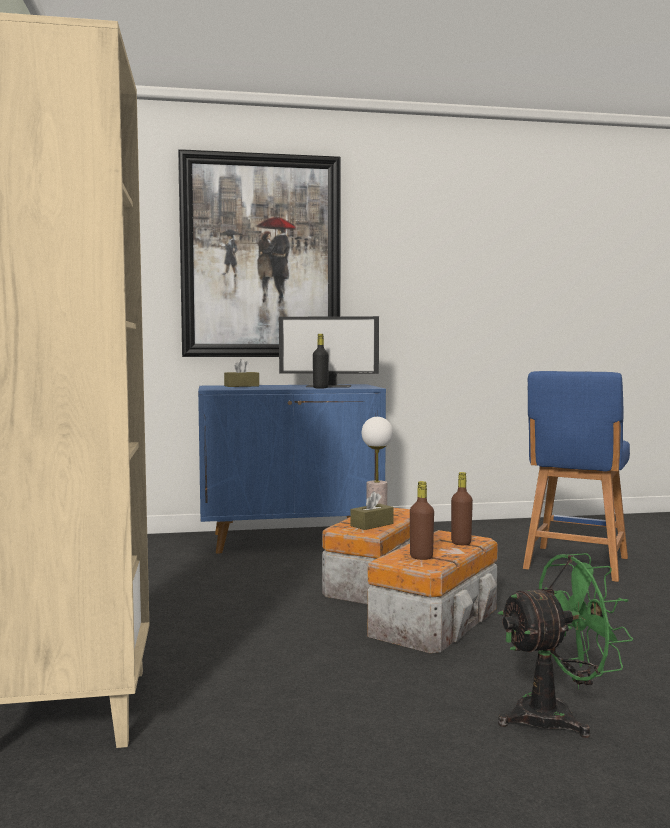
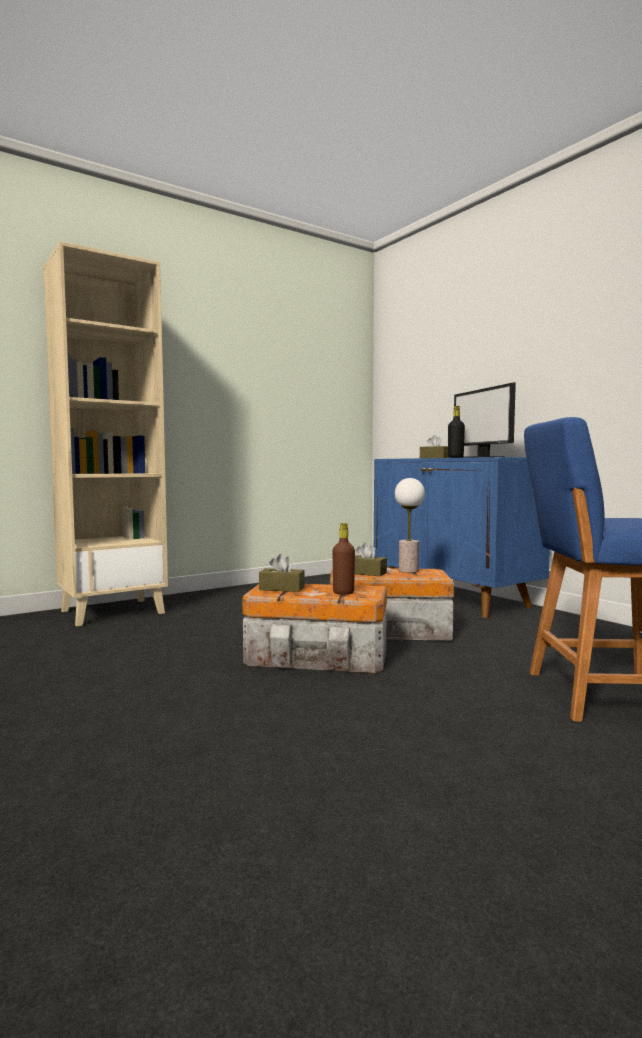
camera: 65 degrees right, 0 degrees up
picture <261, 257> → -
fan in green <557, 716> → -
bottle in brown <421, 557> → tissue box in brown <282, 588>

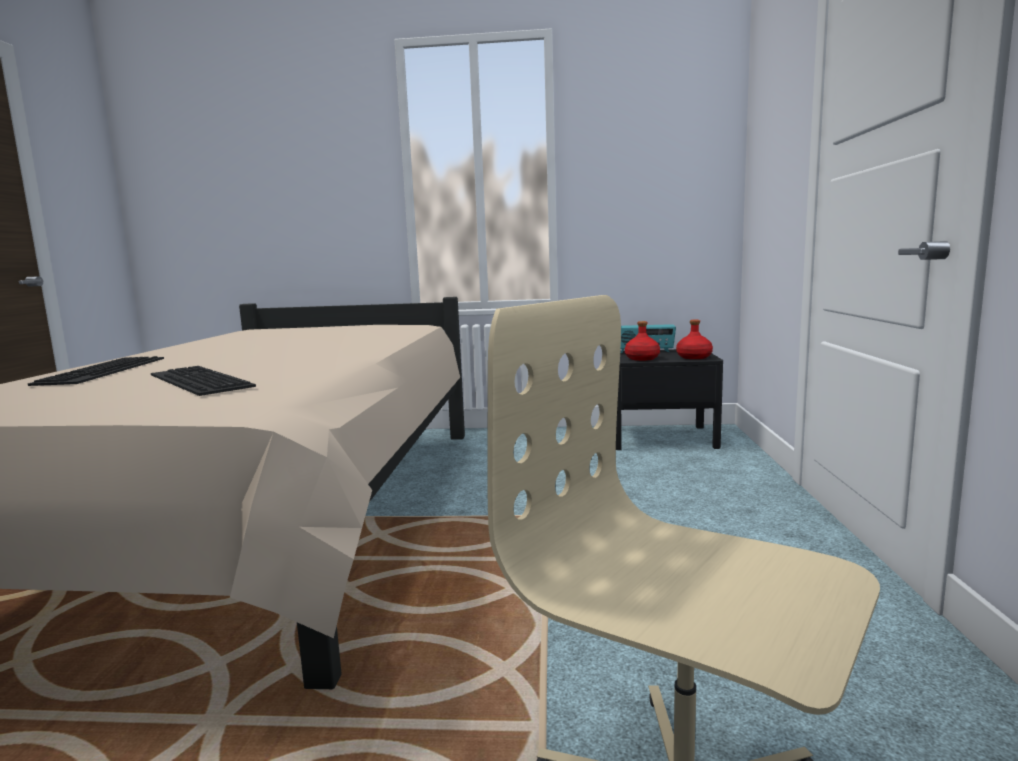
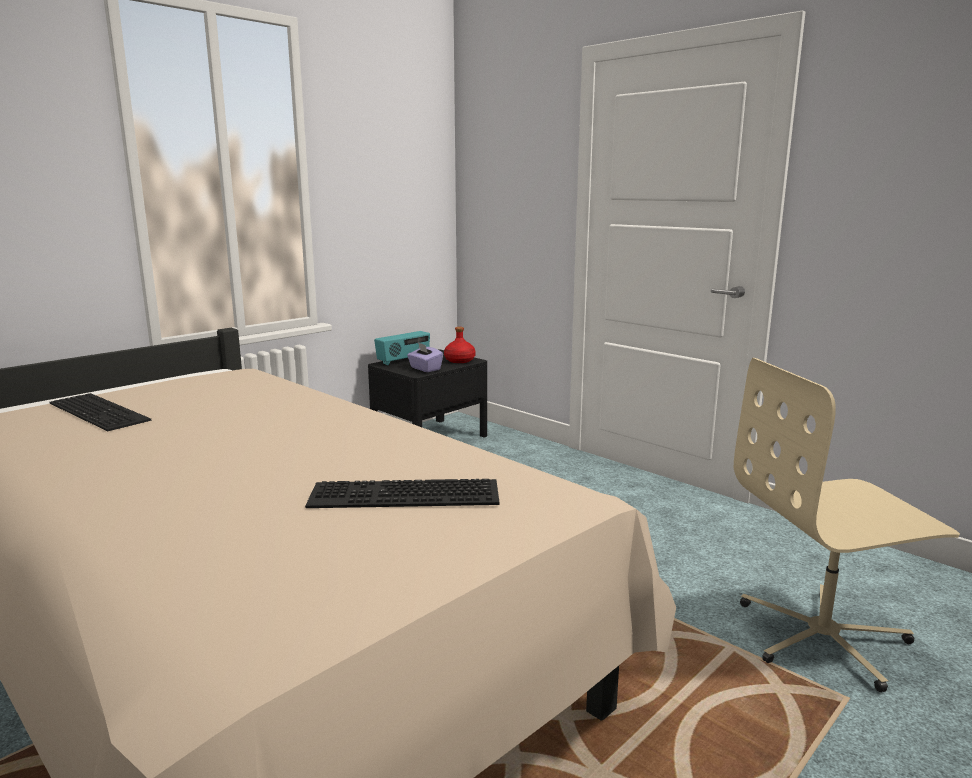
camera: 50 degrees left, 5 degrees up
keyboard <105, 371> → keyboard <102, 411>, relocated
bottle in red <642, 358> → tissue box in purple <425, 369>

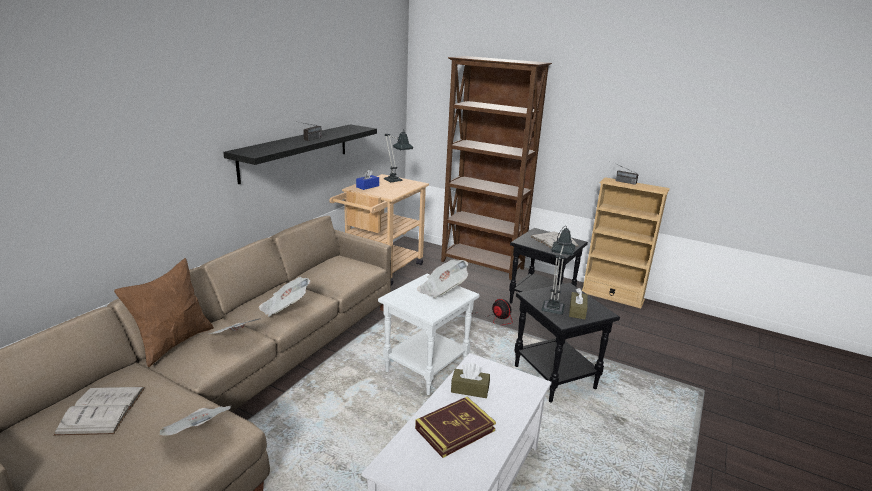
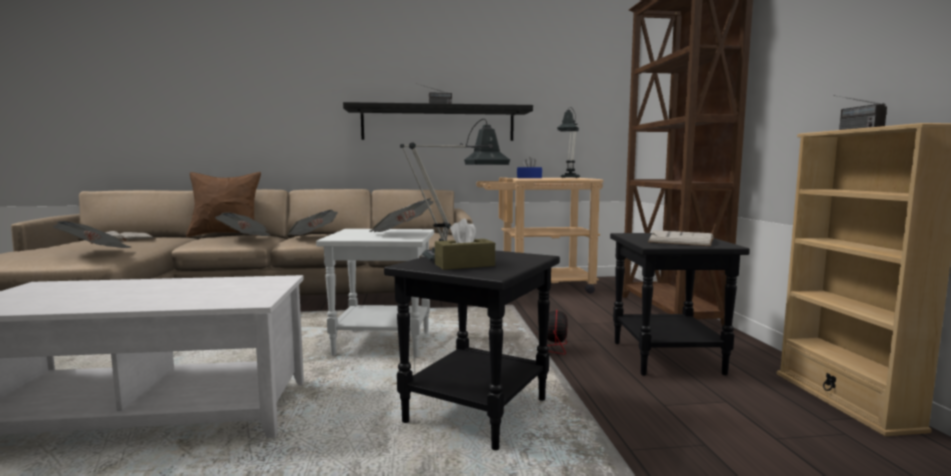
camera: 55 degrees right, 15 degrees down
book <455, 429> → -
tissue box in brown <470, 389> → -

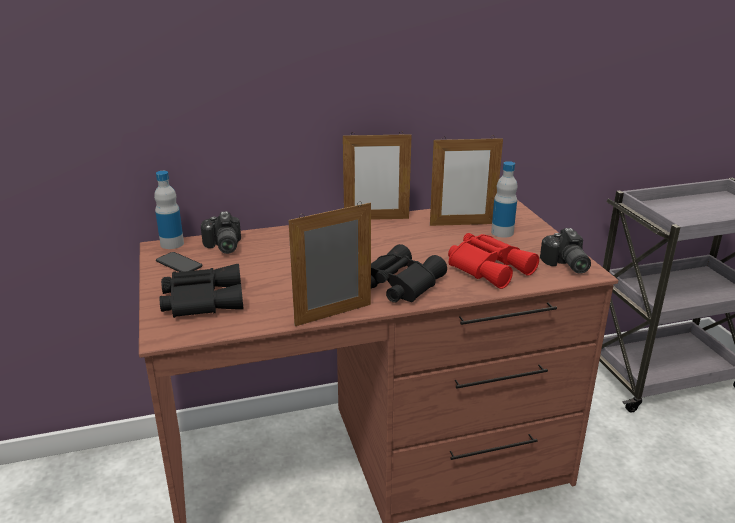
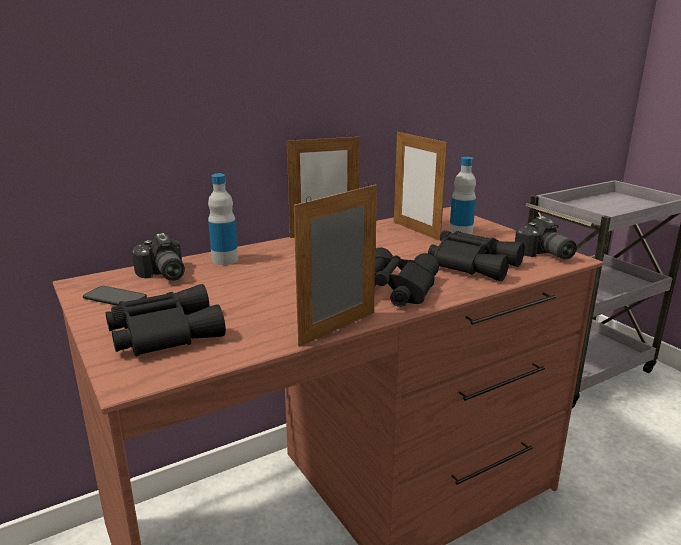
camera: 15 degrees left, 5 degrees down
bottle <172, 244> → bottle <225, 260>, relocated
binoculars in red <489, 267> → binoculars in black <473, 264>
picture frame <462, 224> → picture frame <416, 231>, 75 degrees clockwise

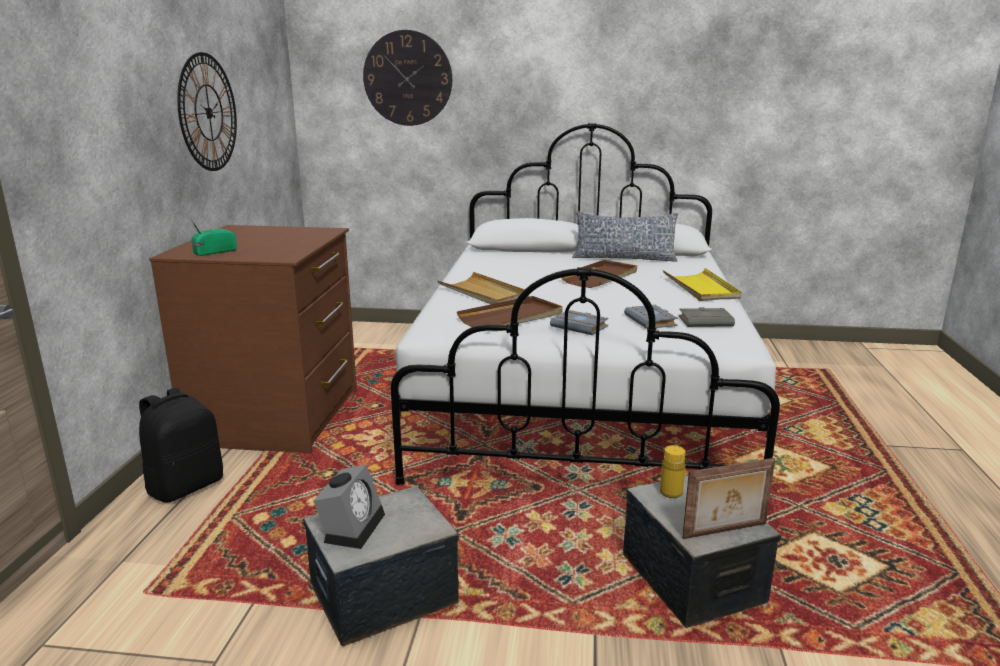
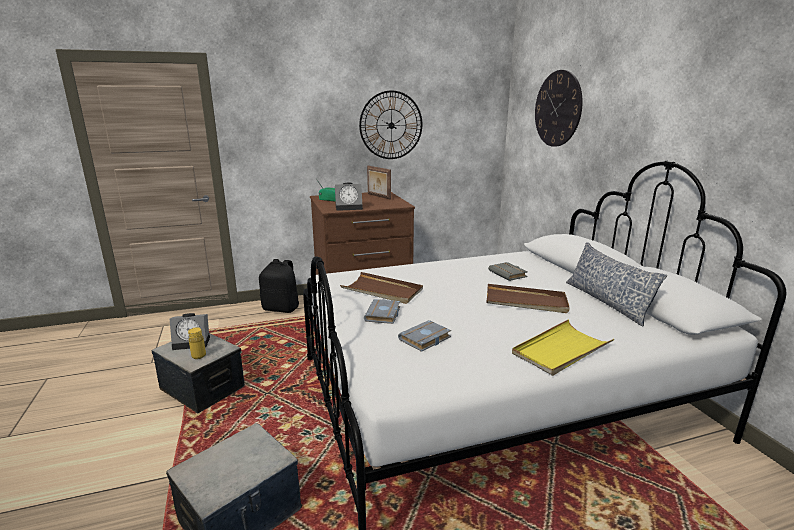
camera: 65 degrees right, 0 degrees up
tray in beige <483, 293> → -
- → alarm clock <349, 207>
bottle in yellow <671, 492> → bottle in yellow <199, 356>, relocated
book in grey <706, 321> → book in grey <508, 274>, relocated
picture frame <725, 531> → picture frame <378, 196>, relocated

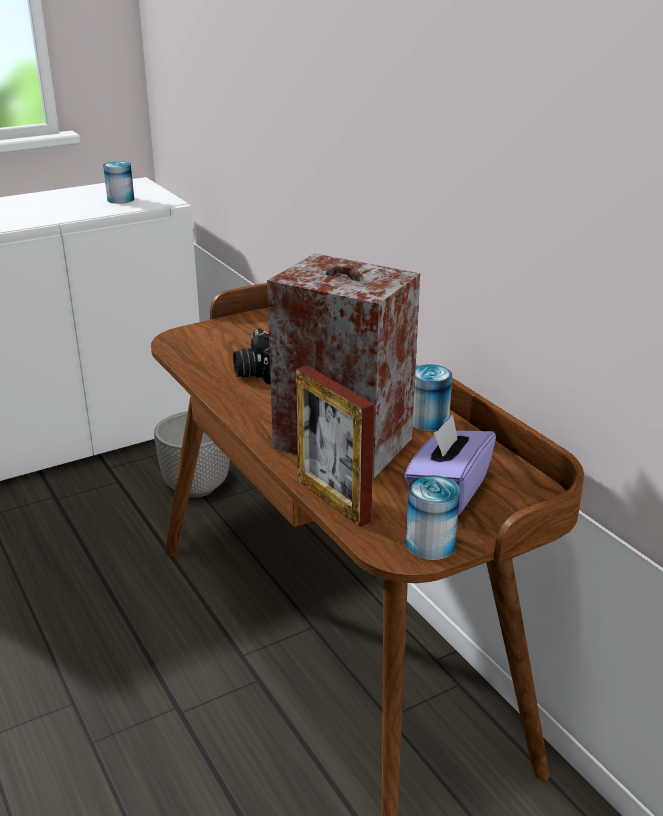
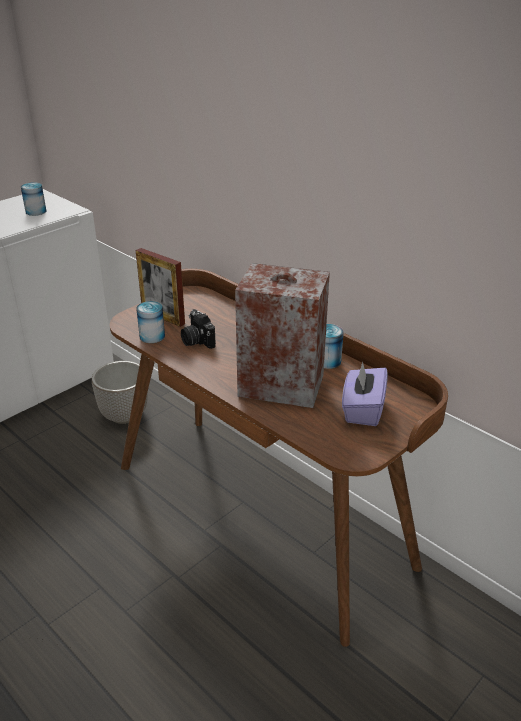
camera: 15 degrees left, 5 degrees up
picture frame <333, 500> → picture frame <163, 317>, relocated
can <430, 544> → can <152, 336>, relocated

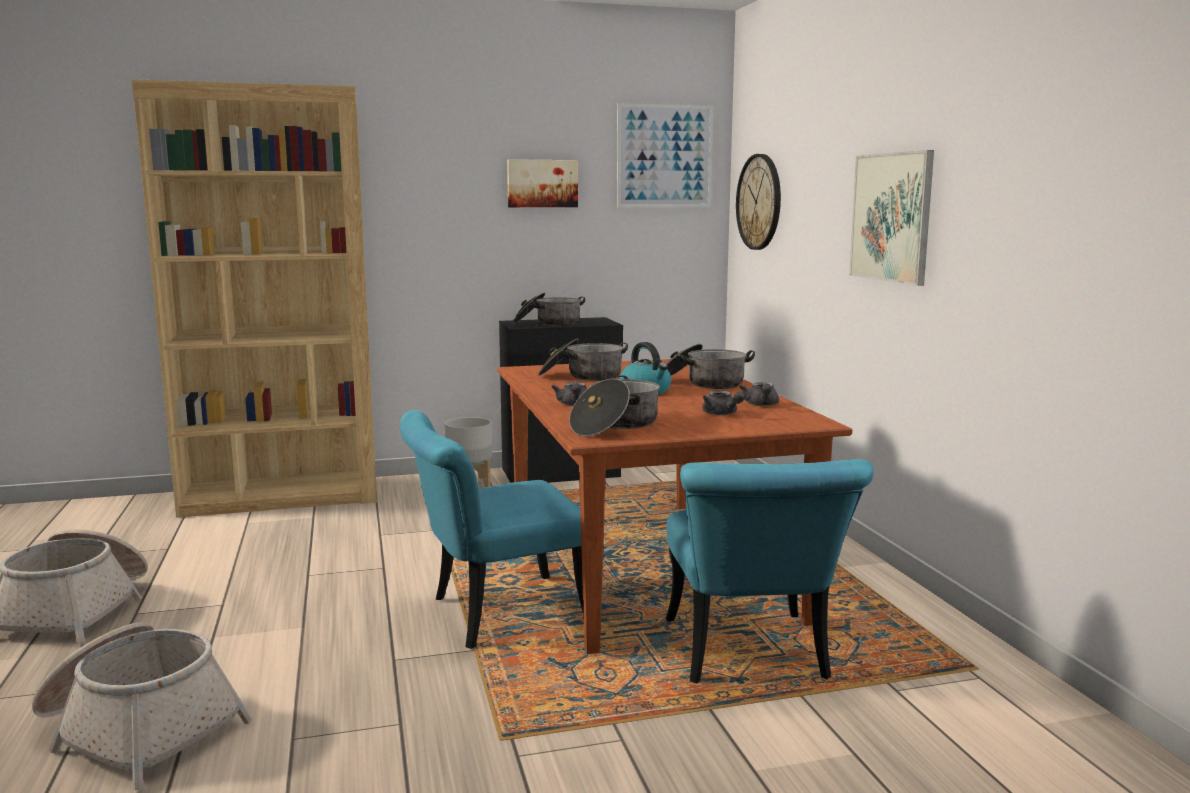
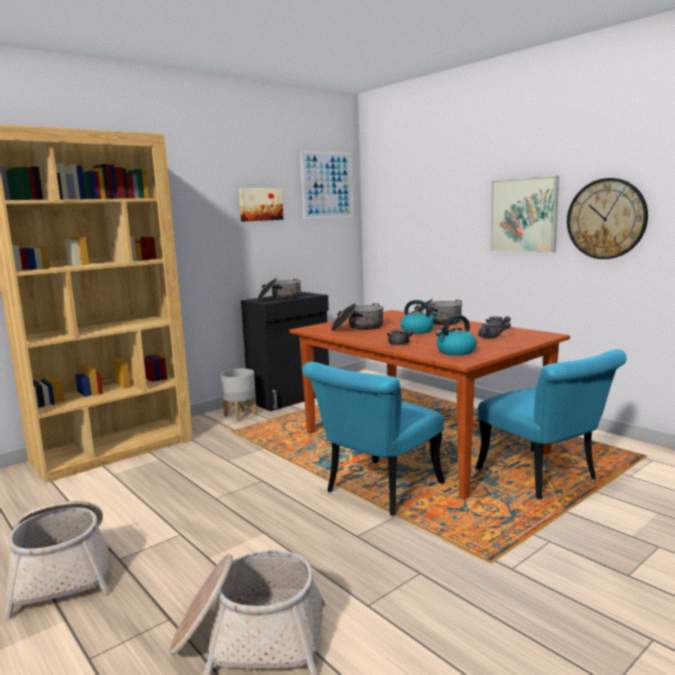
camera: 25 degrees left, 0 degrees up
wall clock <759, 202> → wall clock <606, 219>, relocated
cooking pot <615, 425> → kettle <455, 352>

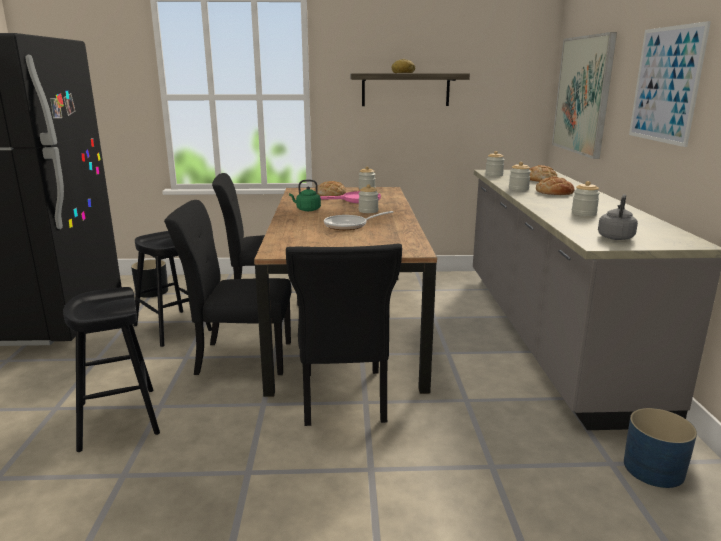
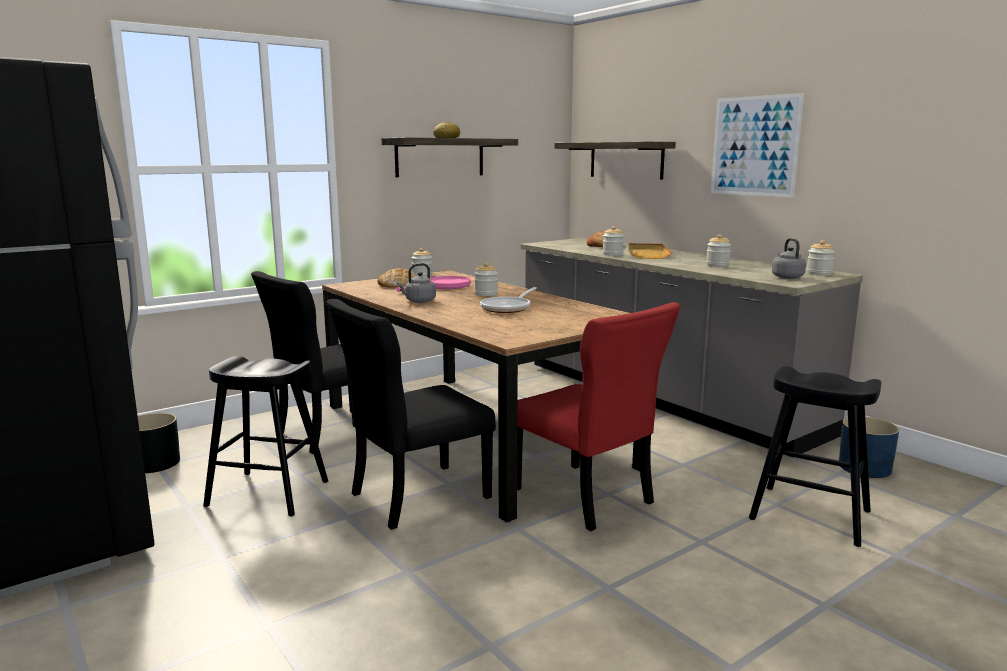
camera: 35 degrees left, 5 degrees down
stool in black <118, 418> → stool in black <810, 515>, relocated
jar <494, 175> → jar <819, 273>, relocated
bread <554, 192> → tray in beige <647, 253>
picture <583, 95> → shelf <626, 160>
chair in black <343, 399> → chair in red <586, 498>
kettle in green <307, 210> → kettle in grey <419, 301>

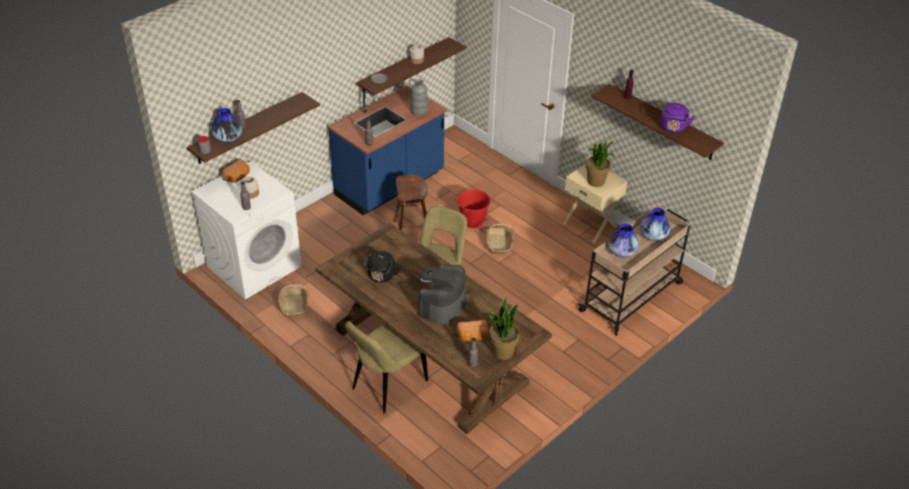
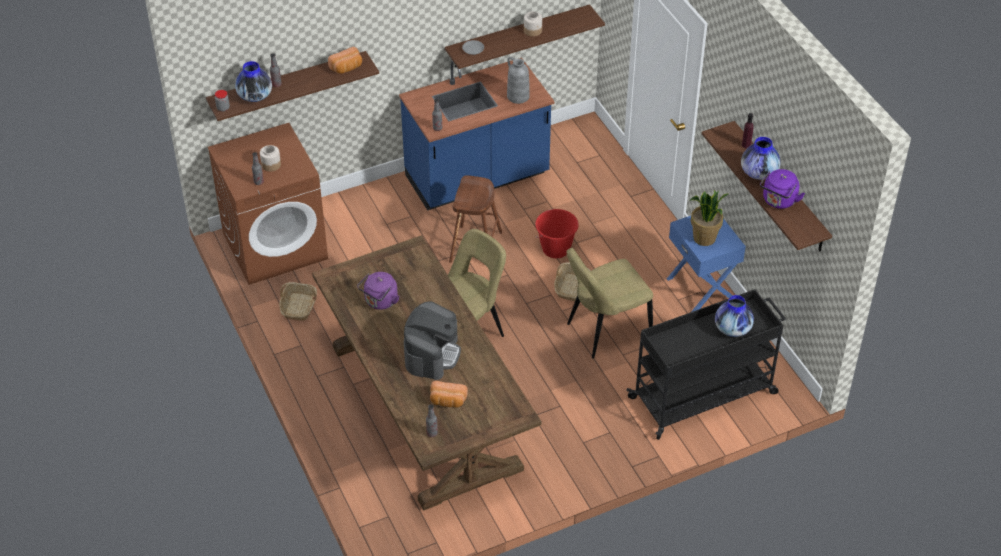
camera: 20 degrees right, 5 degrees up
potted plant <502, 351> → -
bread <238, 177> → bread <347, 68>, relocated
chair in beige <387, 386> → chair in beige <605, 331>, relocated
vase <622, 252> → vase <759, 173>, relocated
washing machine in white <254, 266> → washing machine in brown <275, 245>
kettle in black <381, 277> → kettle in purple <380, 302>
nightstand in beige <591, 224> → nightstand in blue <701, 288>
cart in beige <632, 296> → cart in black <704, 395>
coffee machine <442, 305> → coffee machine <432, 354>, 150 degrees clockwise

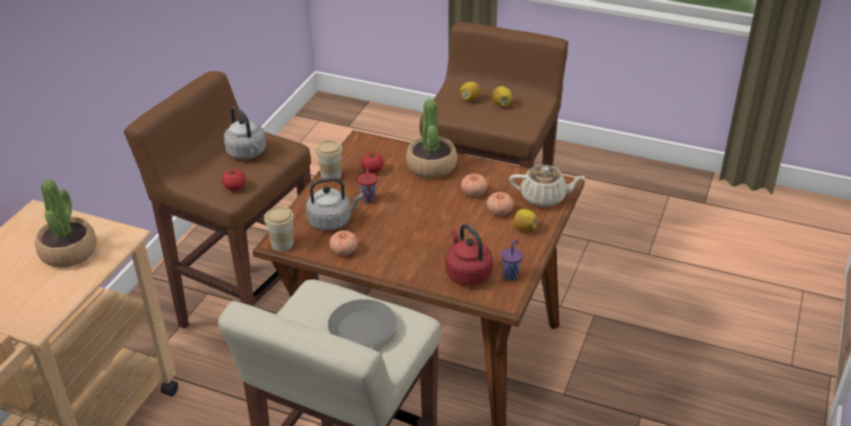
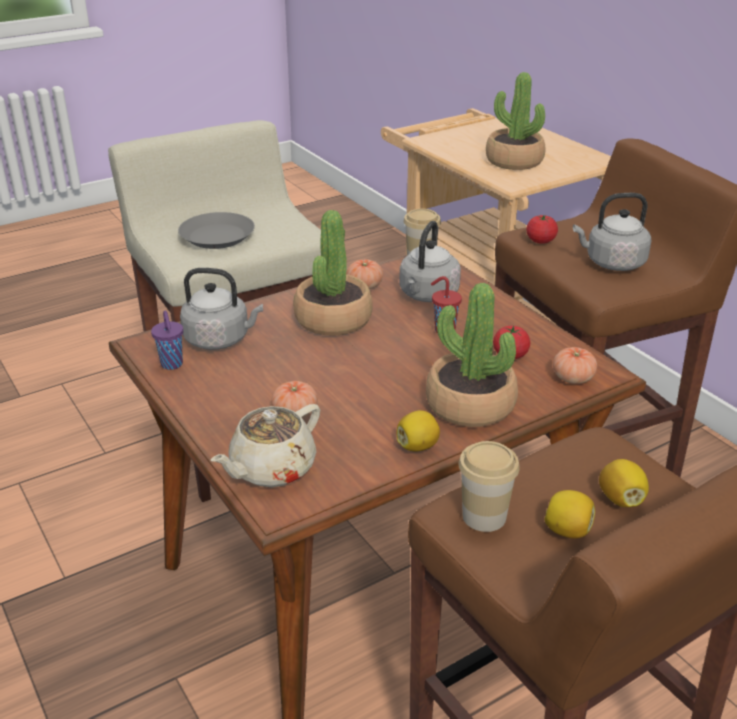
camera: 125 degrees right, 5 degrees down
- → potted plant <333, 319>
cup <331, 175> → cup <484, 516>, relocated
tomato <473, 192> → tomato <573, 378>, relocated
lemon <524, 228> → lemon <418, 446>, relocated
kettle in red <467, 273> → kettle in grey <220, 339>

